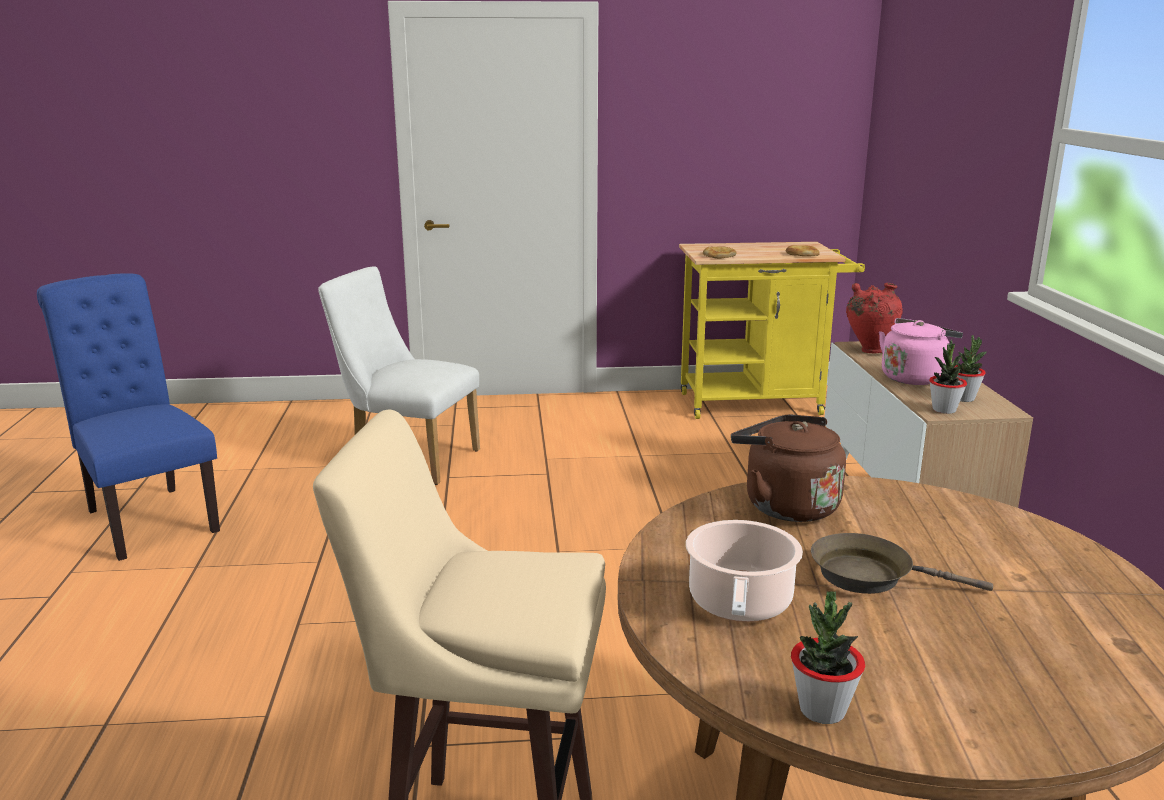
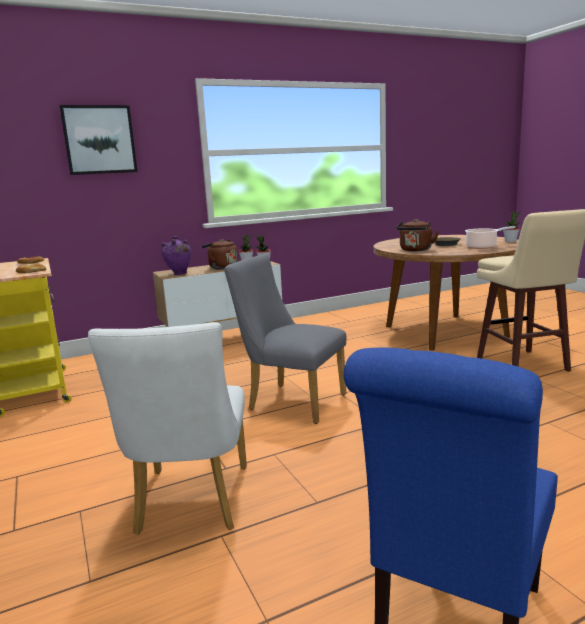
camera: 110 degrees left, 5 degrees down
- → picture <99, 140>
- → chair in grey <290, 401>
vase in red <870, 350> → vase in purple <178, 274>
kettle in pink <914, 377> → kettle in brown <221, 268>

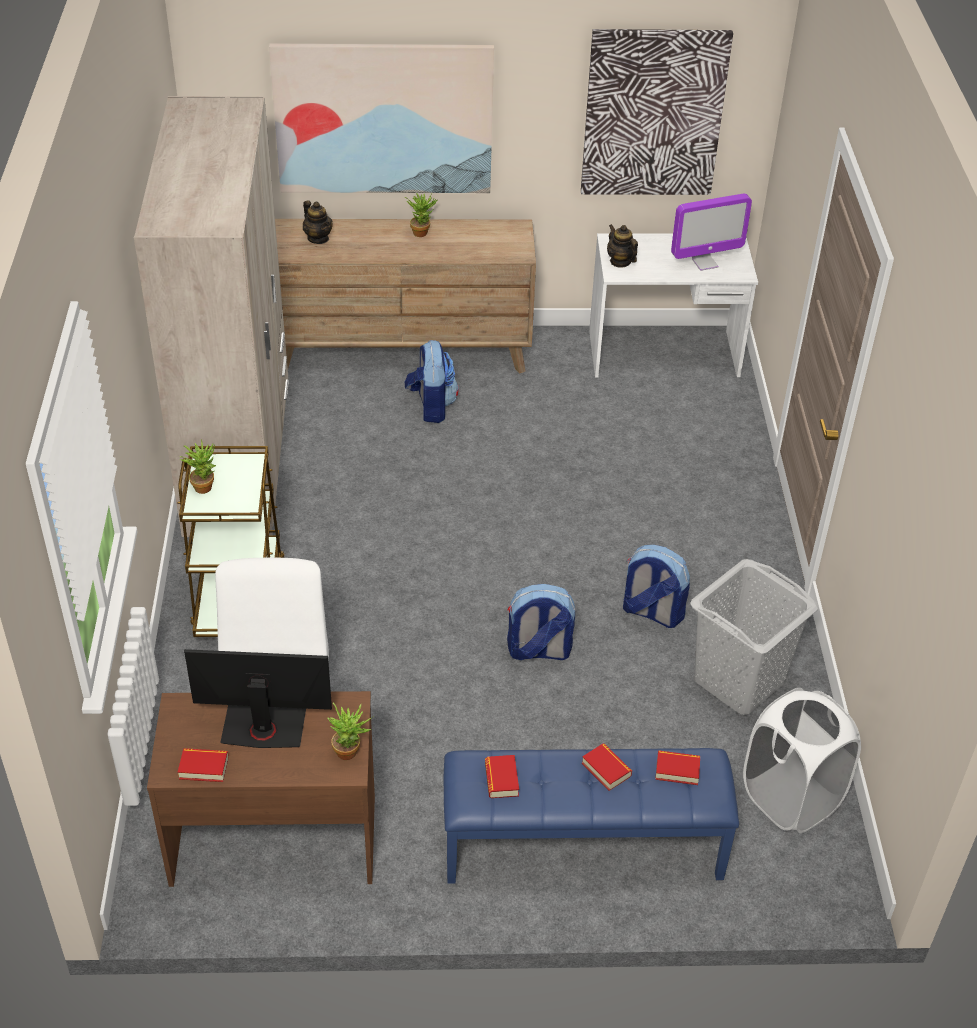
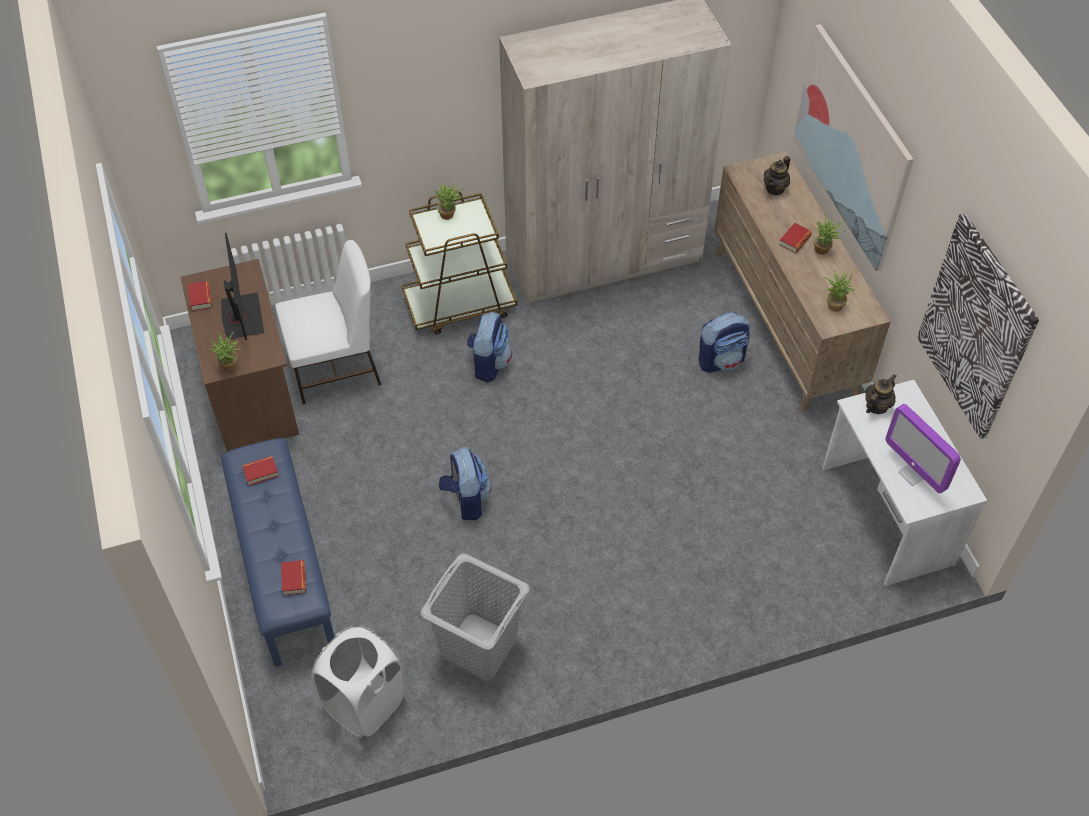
camera: 75 degrees right, 10 degrees up
- → potted plant <834, 304>
book <606, 769> → book <794, 240>, relocated
backpack <651, 612> → backpack <489, 363>, relocated

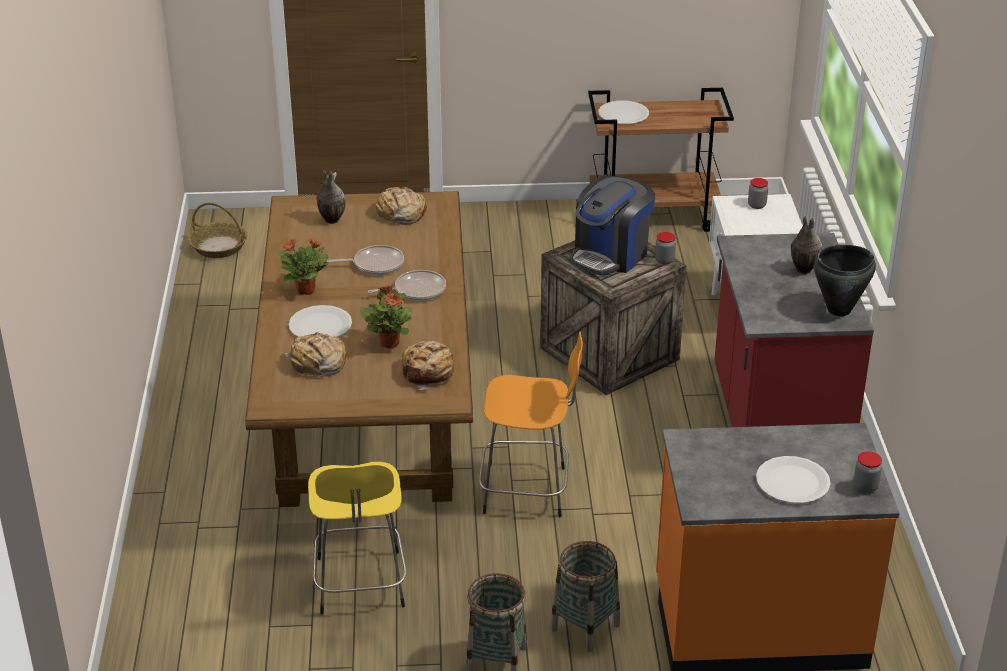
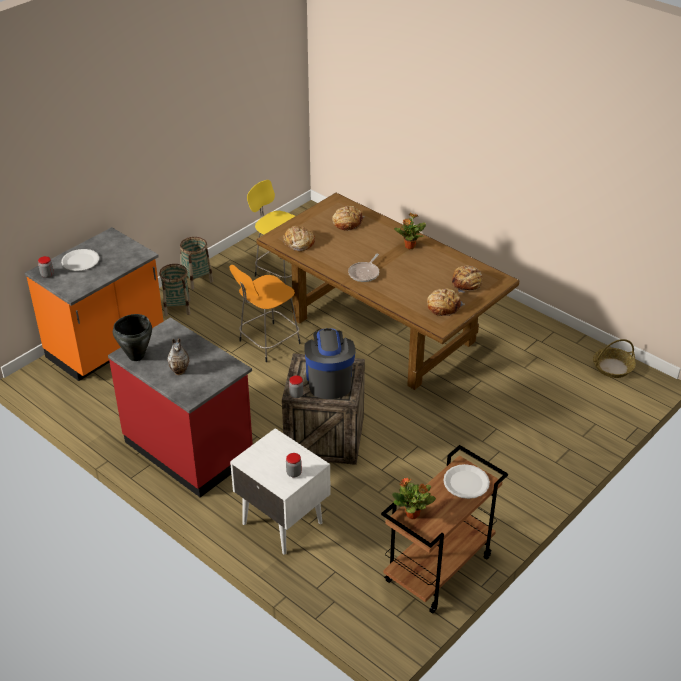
camera: 135 degrees right, 5 degrees up
plate in white <320, 325> → -
frying pan <375, 264> → -
potted plant <389, 343> → potted plant <413, 514>, relocated
vase <331, 220> → bread <467, 283>

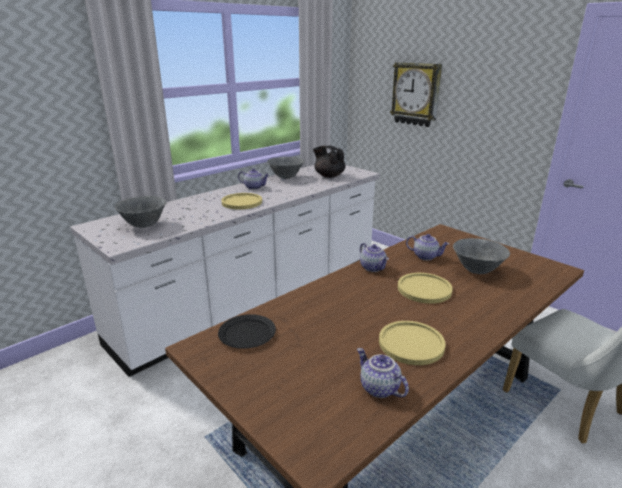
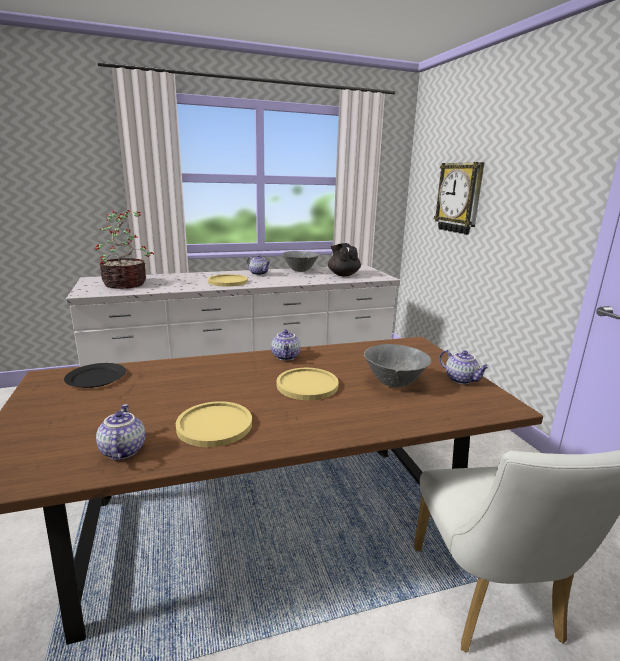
camera: 25 degrees right, 5 degrees down
teapot <426, 256> → teapot <461, 379>, relocated
bowl in grey <144, 225> → potted plant <126, 284>

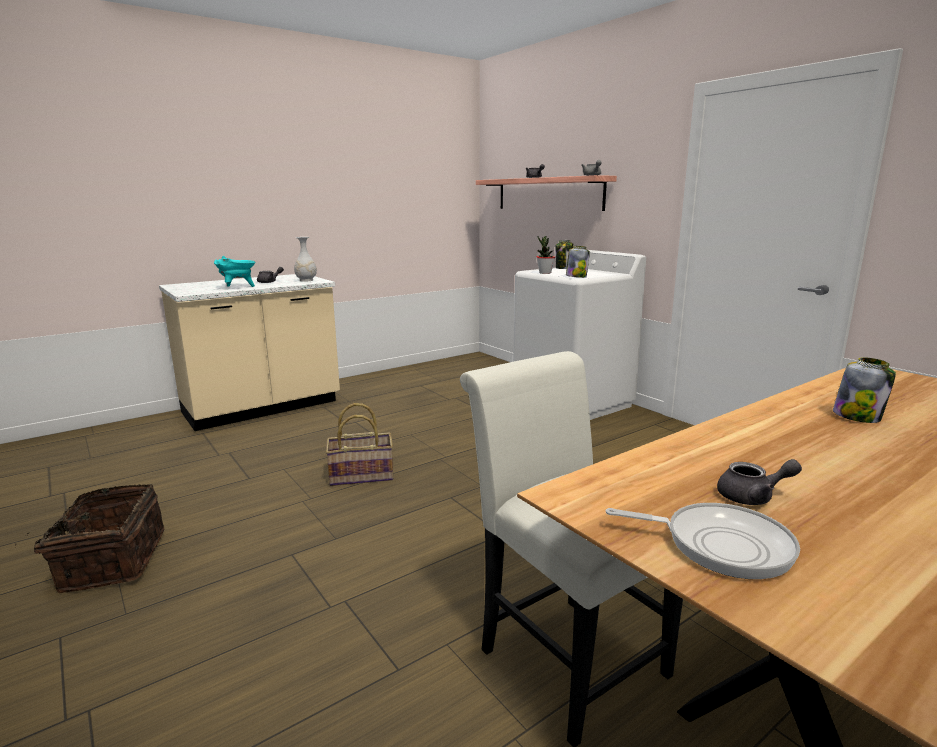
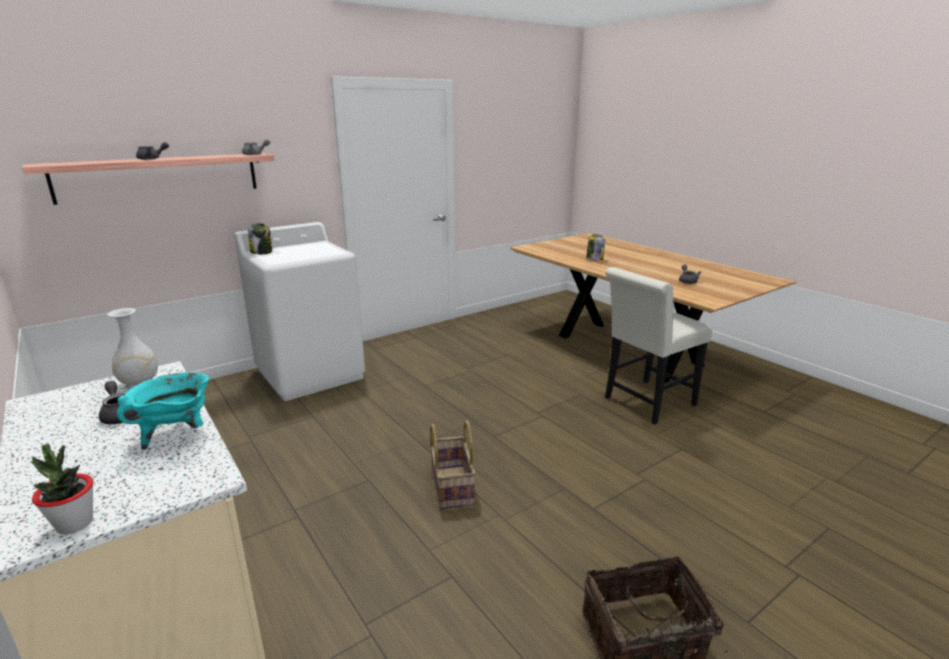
camera: 90 degrees left, 5 degrees up
jar <576, 277> → -
frying pan <720, 545> → -
potted plant <545, 273> → potted plant <74, 524>, relocated

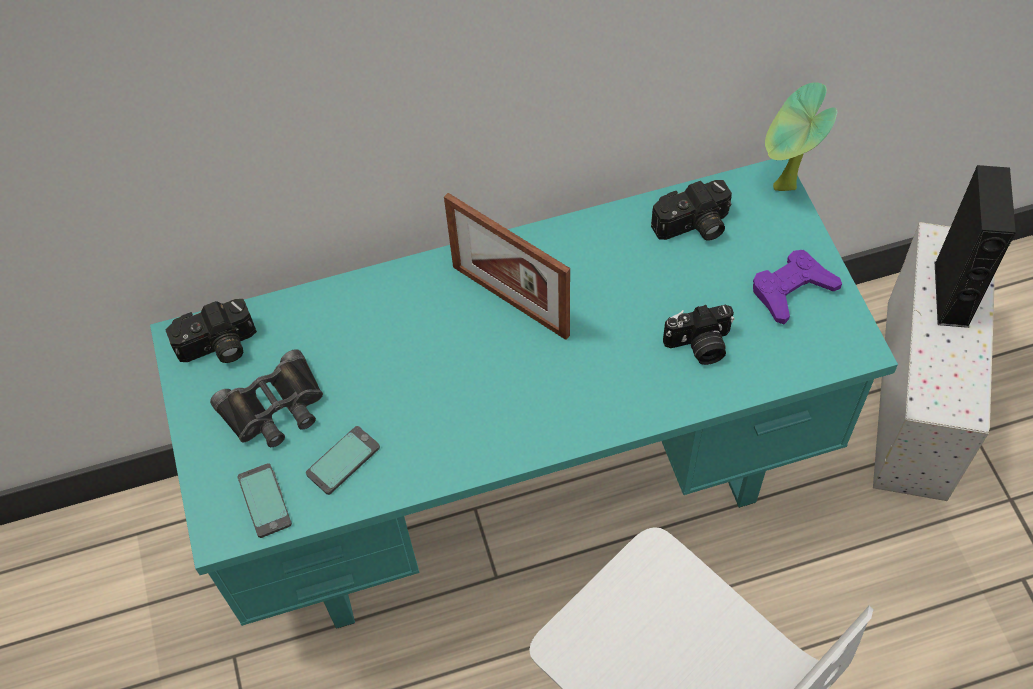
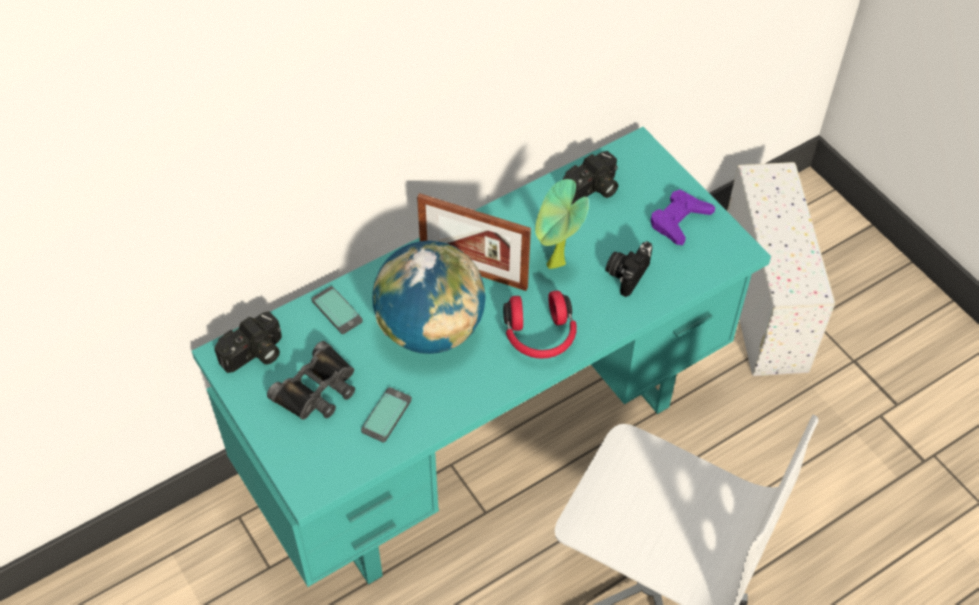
camera: 20 degrees left, 5 degrees down
speaker in black <951, 294> → -
- → globe <430, 329>
- → headphones in red <540, 336>
phone <265, 501> → phone <337, 310>, relocated
potted plant <783, 190> → potted plant <555, 267>, relocated
photo camera <699, 346> → photo camera <626, 274>, 150 degrees clockwise

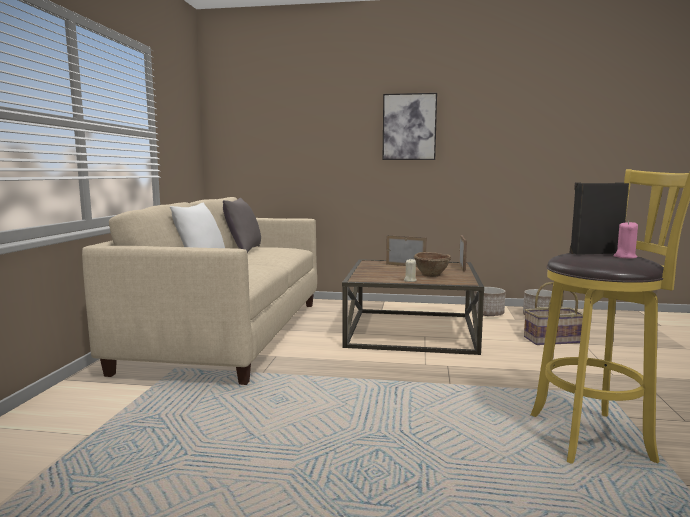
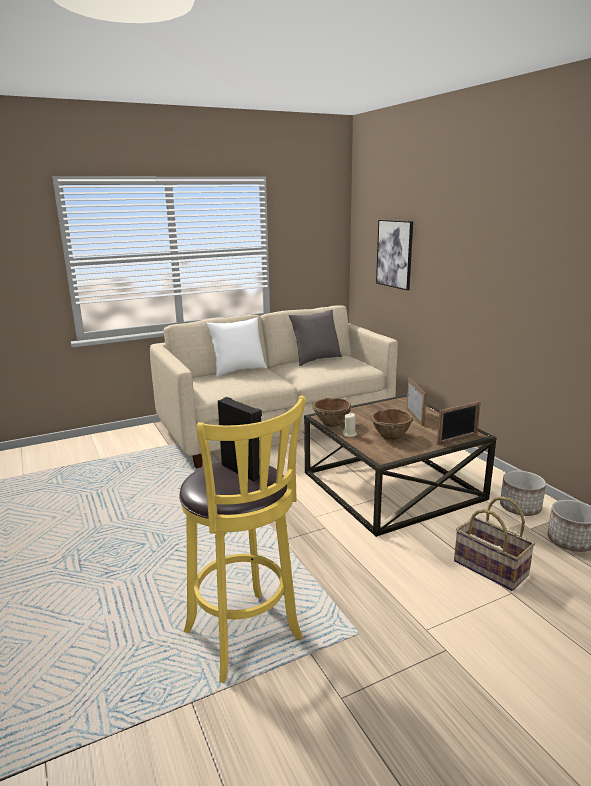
camera: 55 degrees right, 10 degrees up
candle in pink <625, 257> → -
- → bowl in brown <331, 424>
picture <409, 127> → picture <394, 254>, relocated

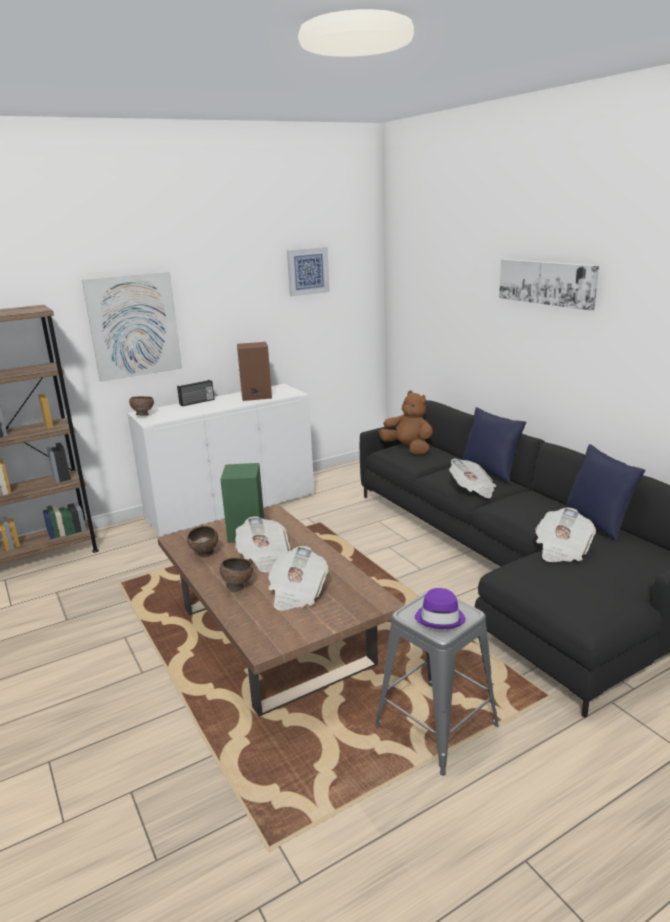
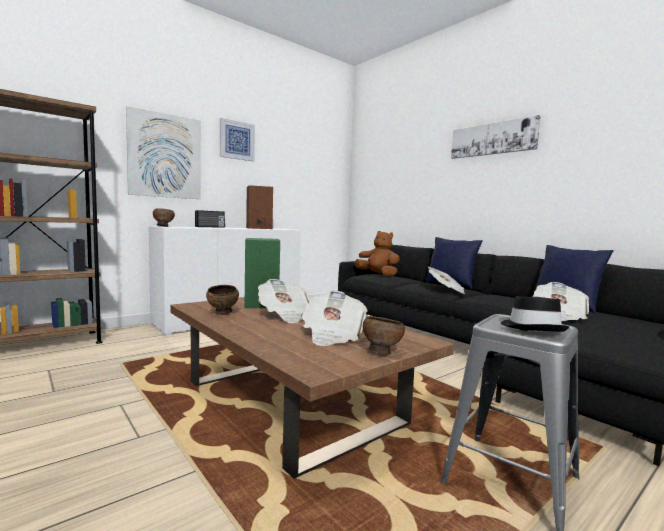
camera: 10 degrees left, 15 degrees down
bowl in brown <237, 587> → bowl in brown <381, 352>, relocated
picture <307, 271> → picture <237, 140>, relocated
hat in purple <440, 617> → hat in black <532, 328>

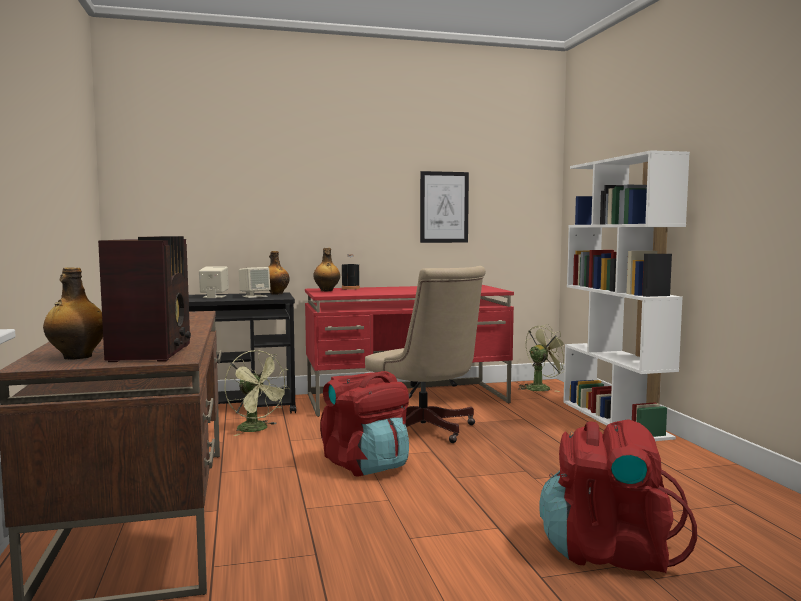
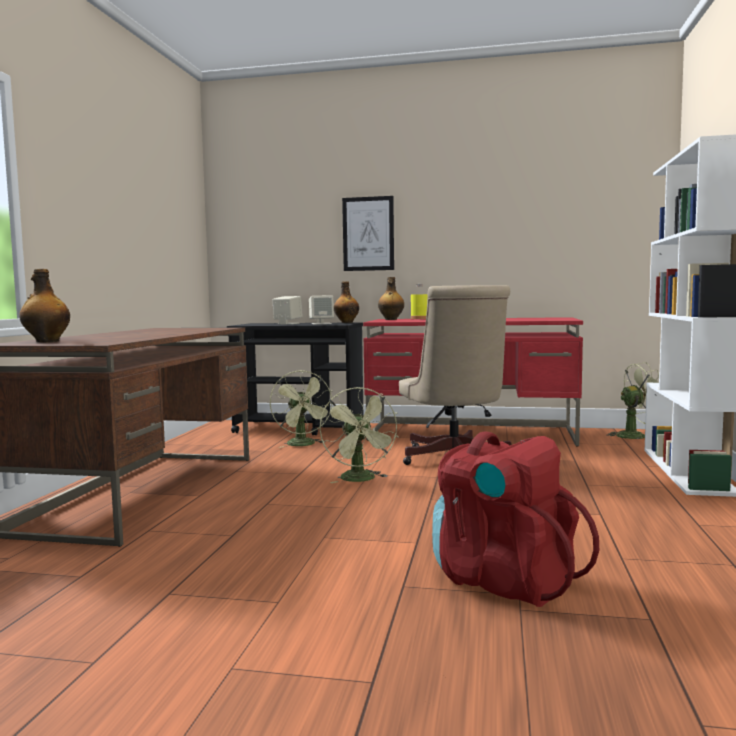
camera: 25 degrees right, 0 degrees up
radio <153, 352> → -
picture <444, 207> → picture <368, 234>, relocated
backpack in red <366, 465> → fan in green <361, 480>
bottle in black <350, 288> → bottle in yellow <419, 318>

